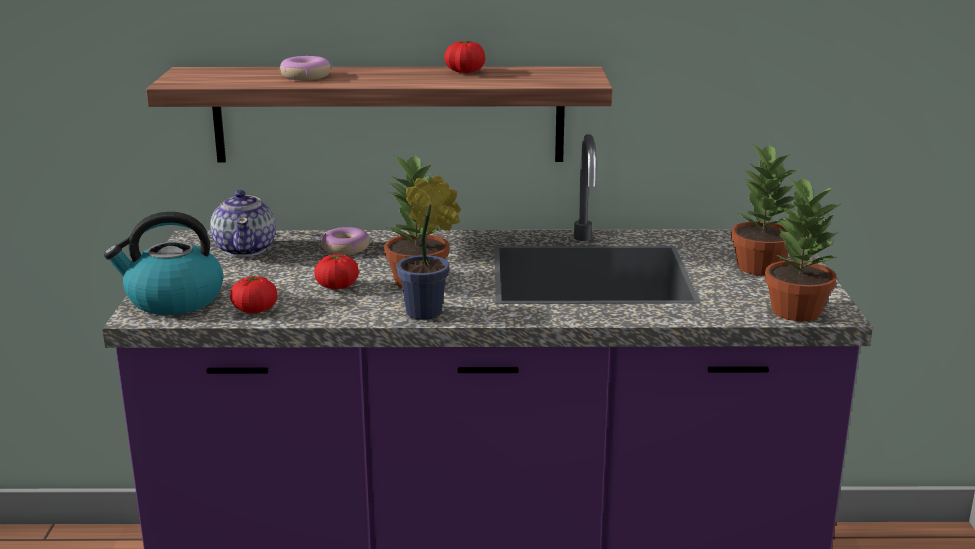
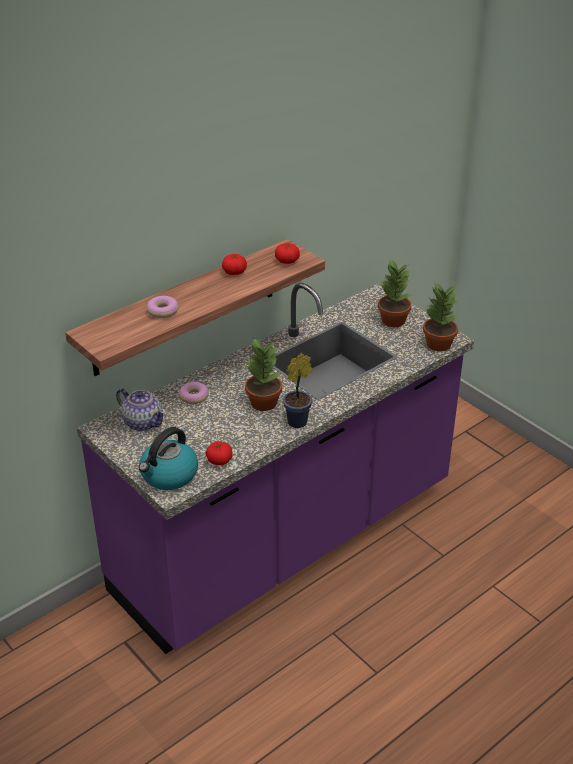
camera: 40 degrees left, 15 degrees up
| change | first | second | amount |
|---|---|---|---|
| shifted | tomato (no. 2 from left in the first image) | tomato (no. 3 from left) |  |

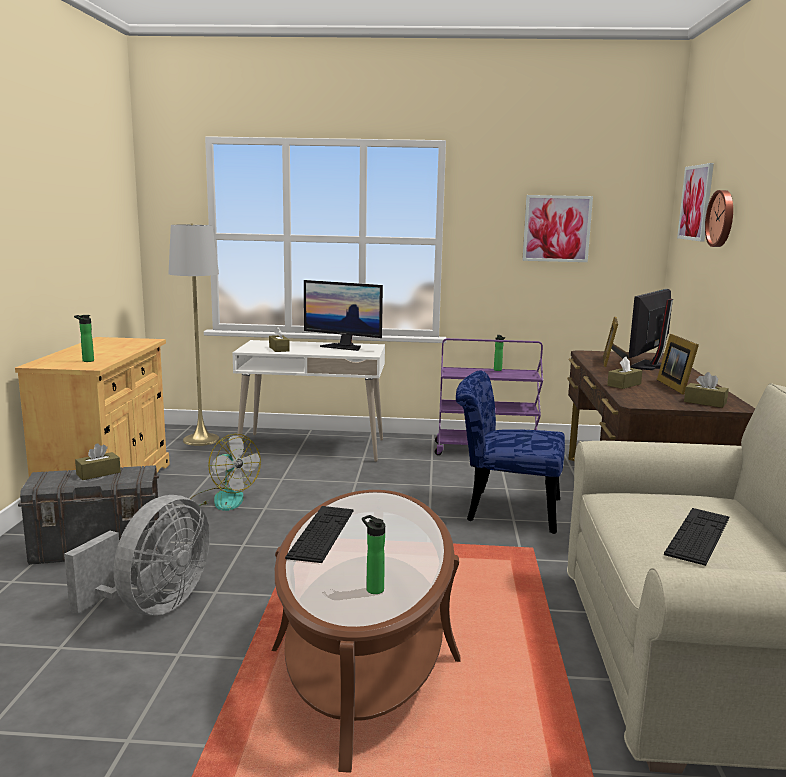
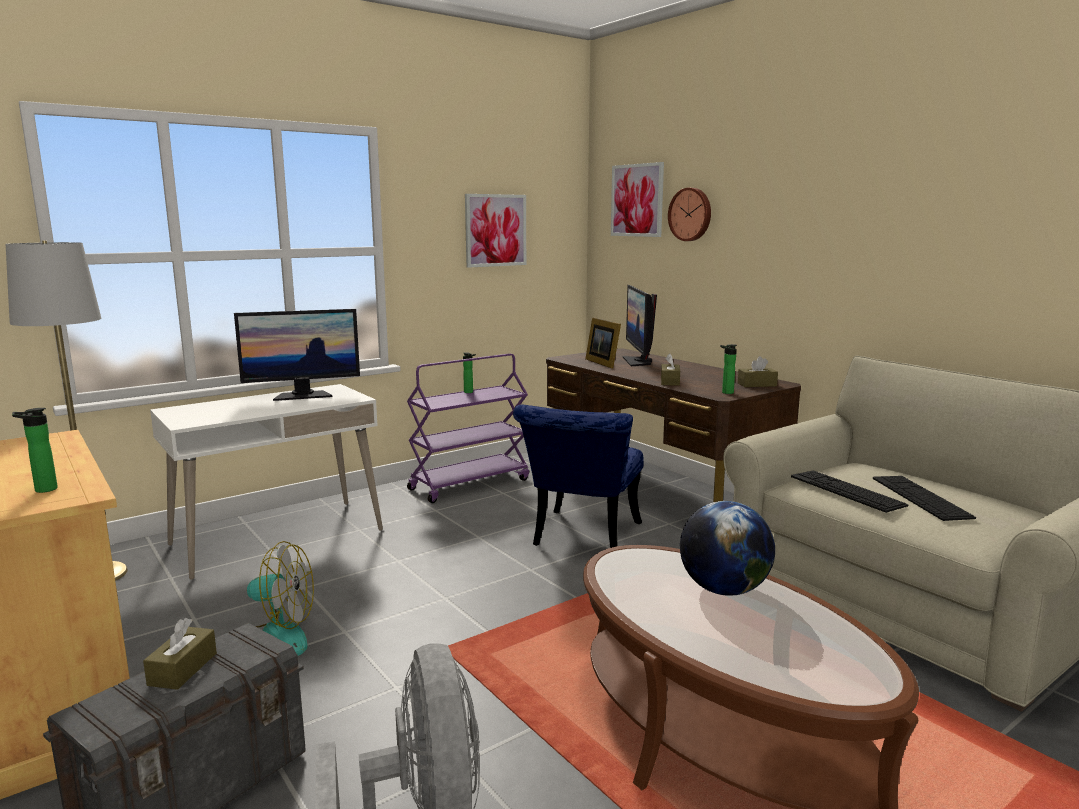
camera: 40 degrees left, 0 degrees up
| change | first | second | amount |
|---|---|---|---|
| gone | brown tissue box (no. 2 from left) |  |  |
| shifted | keyboard (no. 1 from left) |  |  |
| shifted | bottle (no. 2 from left in the first image) | bottle (no. 3 from left) |  |
| rotated | blue chair |  | 45 degrees counterclockwise |
| gone | picture frame (no. 2 from left) |  |  |
| new |  | globe |  |

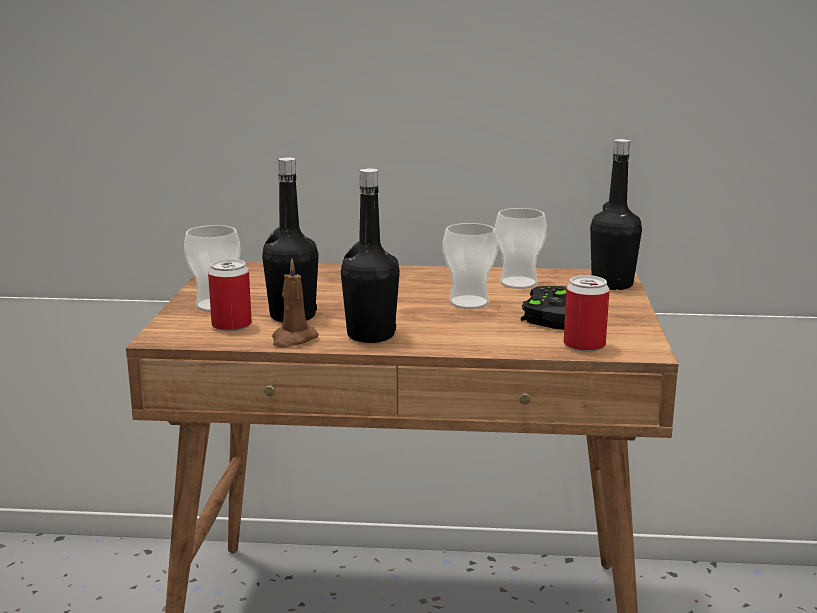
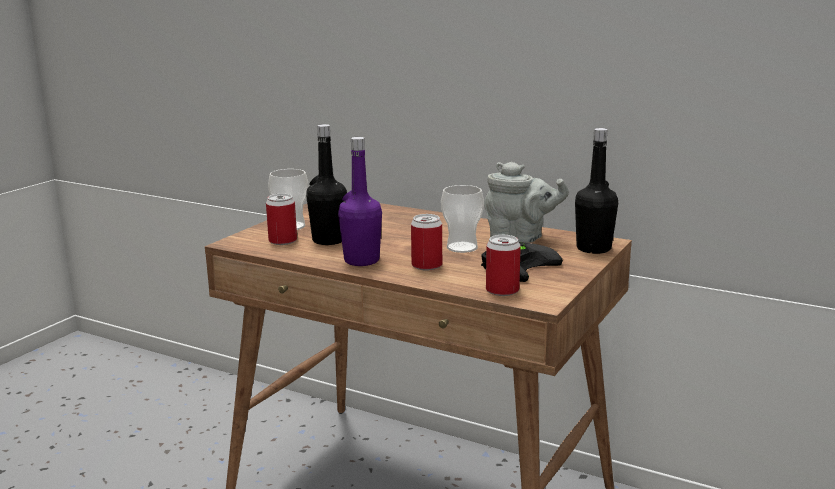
camera: 25 degrees right, 0 degrees up
| change | first | second | amount |
|---|---|---|---|
| gone | brown candle |  |  |
| repainted | black bottle (no. 2 from left) | purple bottle |  |
| swapped | cup (no. 3 from left) | grey teapot |  |
| new |  | can (no. 2 from left) |  |

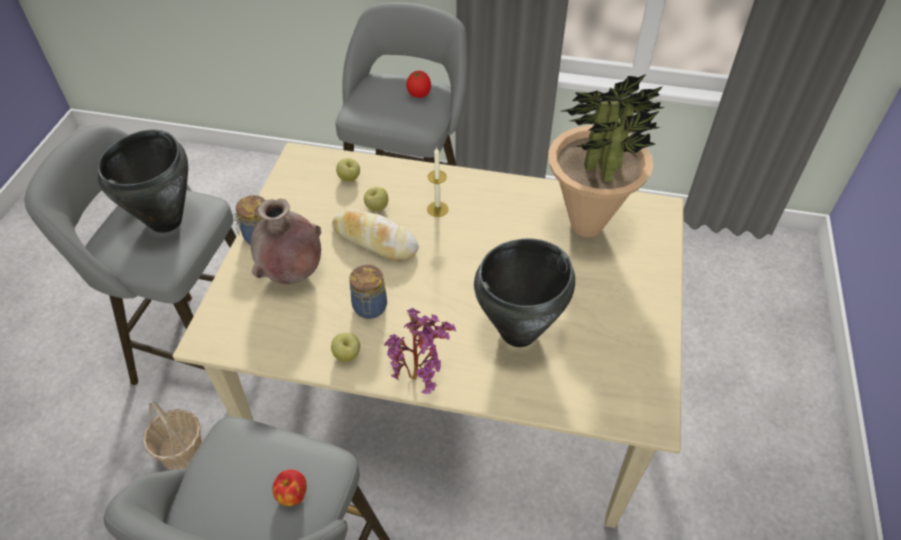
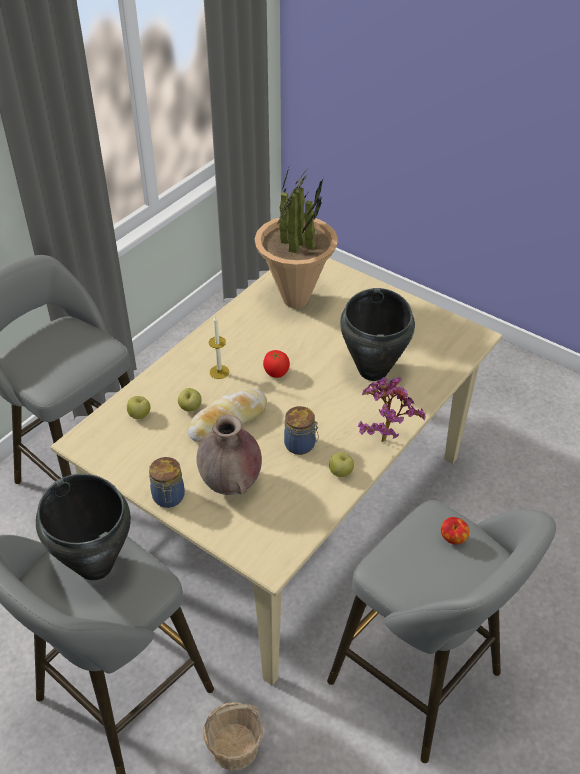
camera: 65 degrees left, 5 degrees down
| change | first | second | amount |
|---|---|---|---|
| shifted | tomato |  |  |

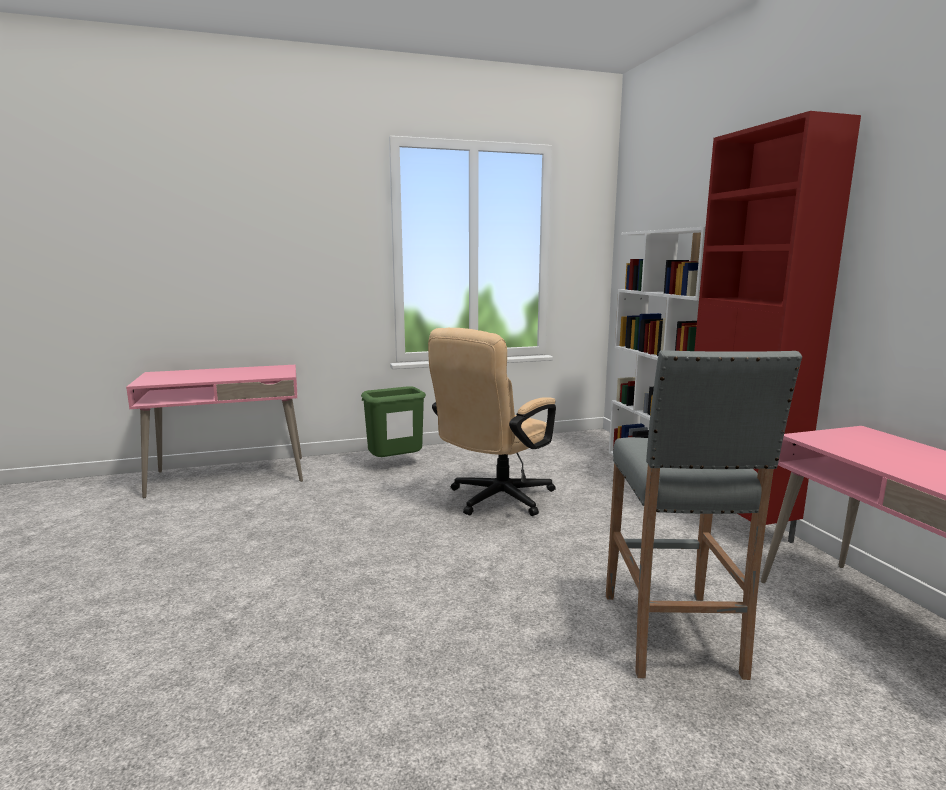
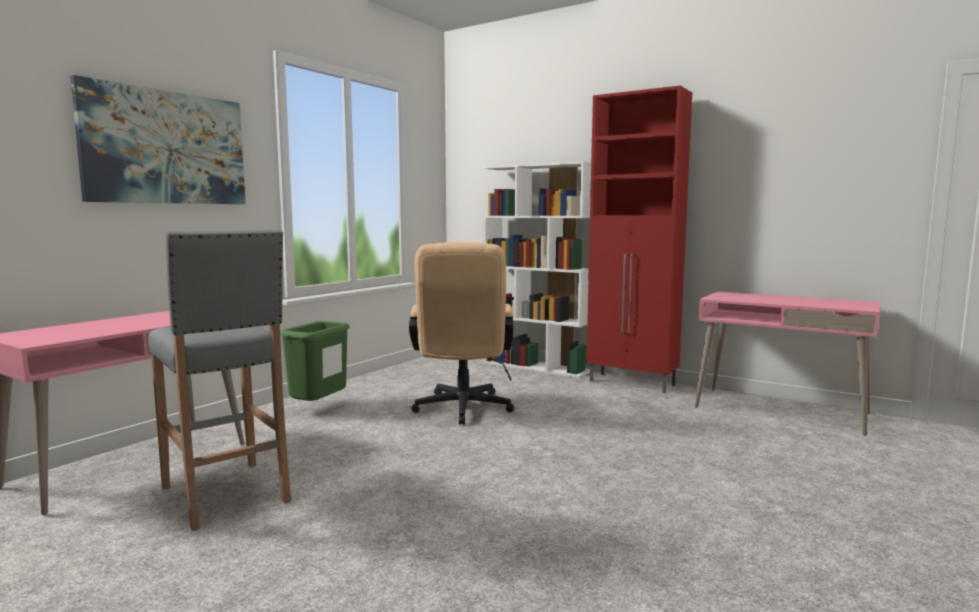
camera: 40 degrees left, 5 degrees down
| change | first | second | amount |
|---|---|---|---|
| shifted | grey stool |  |  |
| new |  | picture |  |

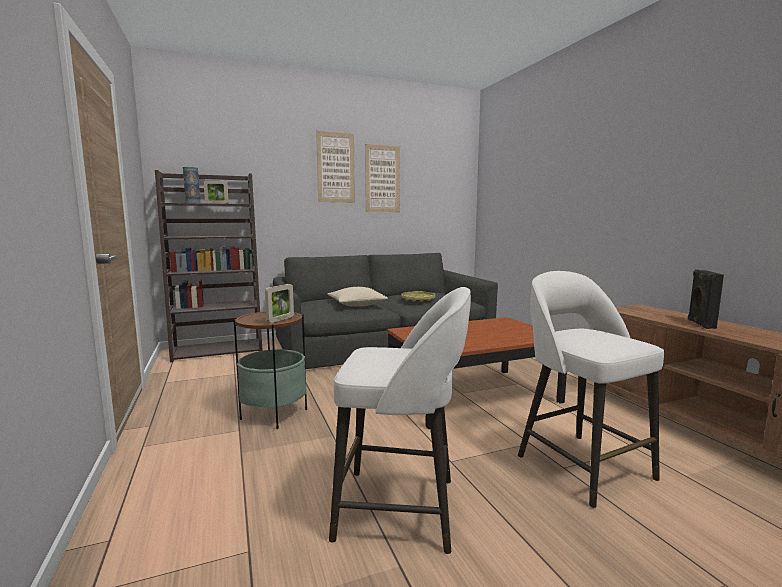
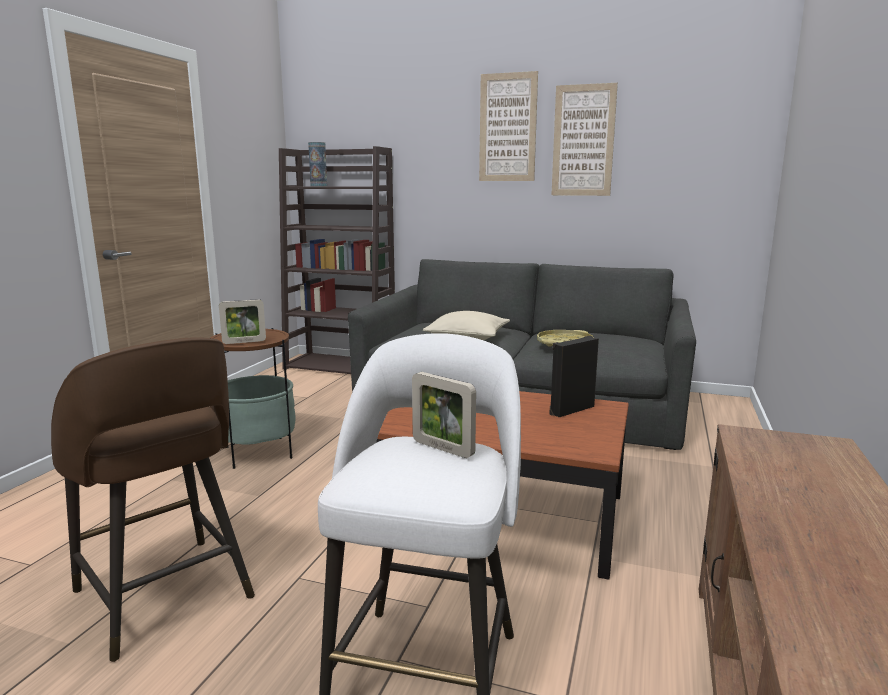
camera: 40 degrees right, 5 degrees up
| change | first | second | amount |
|---|---|---|---|
| shifted | picture frame (no. 1 from left in the first image) | picture frame (no. 2 from left) |  |
| repainted | white stool (no. 1 from left) | brown stool |  |
| shifted | black speaker |  |  |

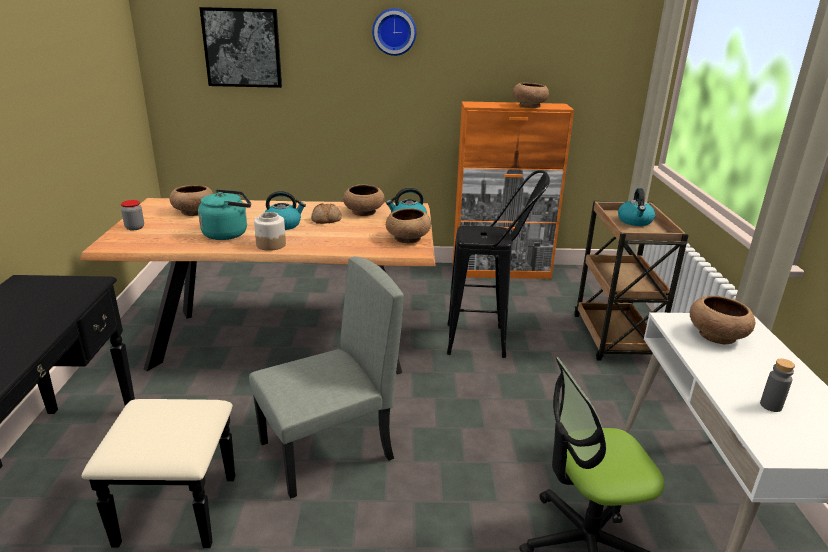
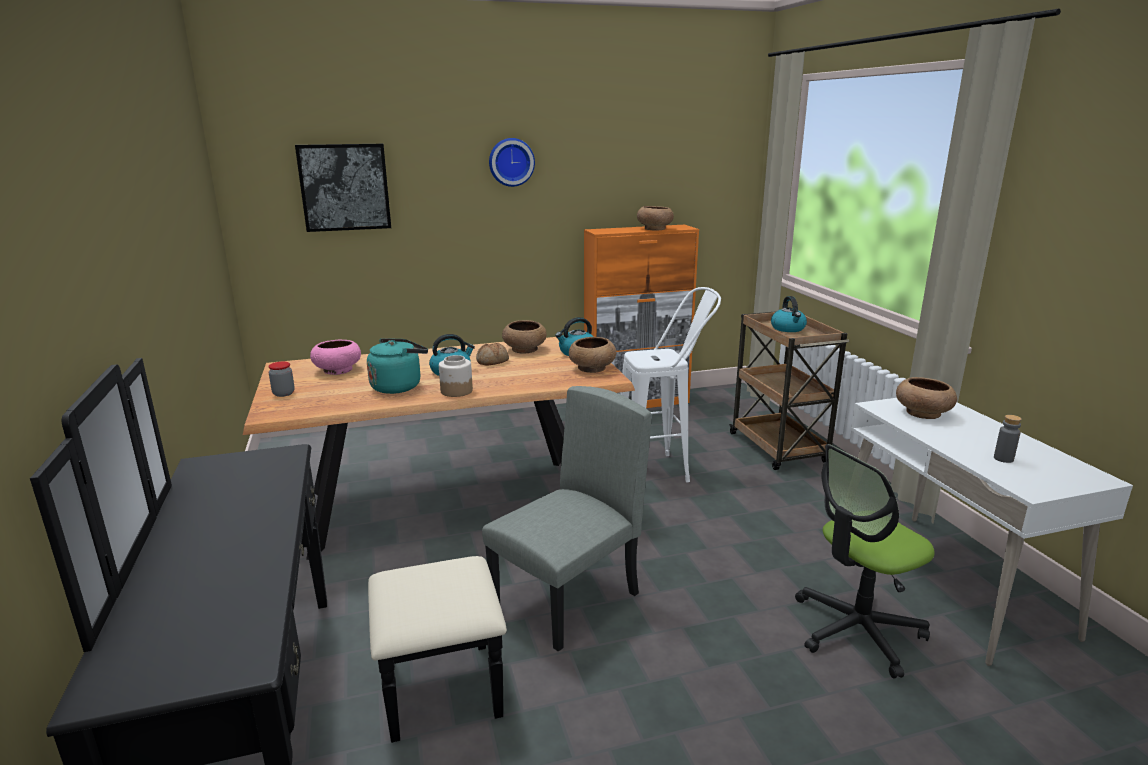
camera: 15 degrees left, 5 degrees down
| change | first | second | amount |
|---|---|---|---|
| repainted | brown bowl (no. 1 from left) | pink bowl |  |
| repainted | black stool | white stool |  |

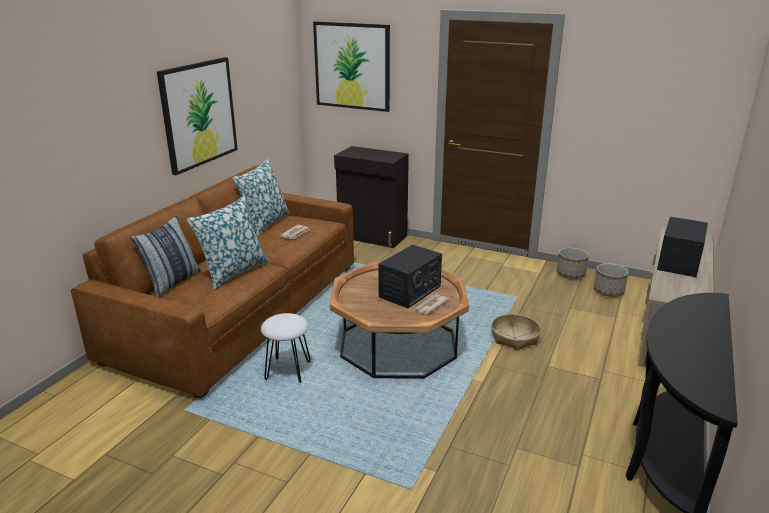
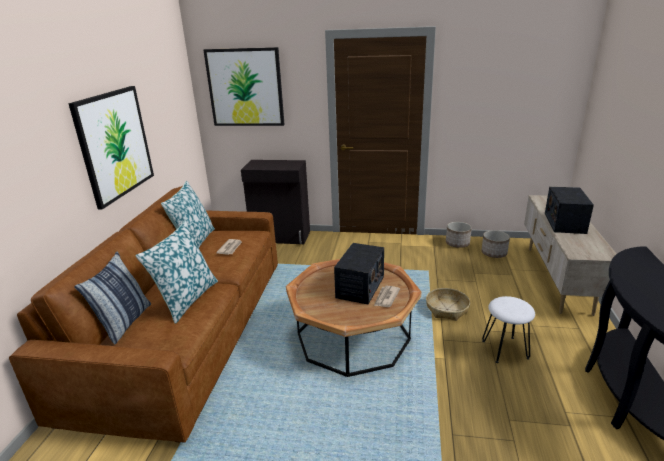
camera: 15 degrees left, 0 degrees up
| change | first | second | amount |
|---|---|---|---|
| shifted | white stool |  |  |

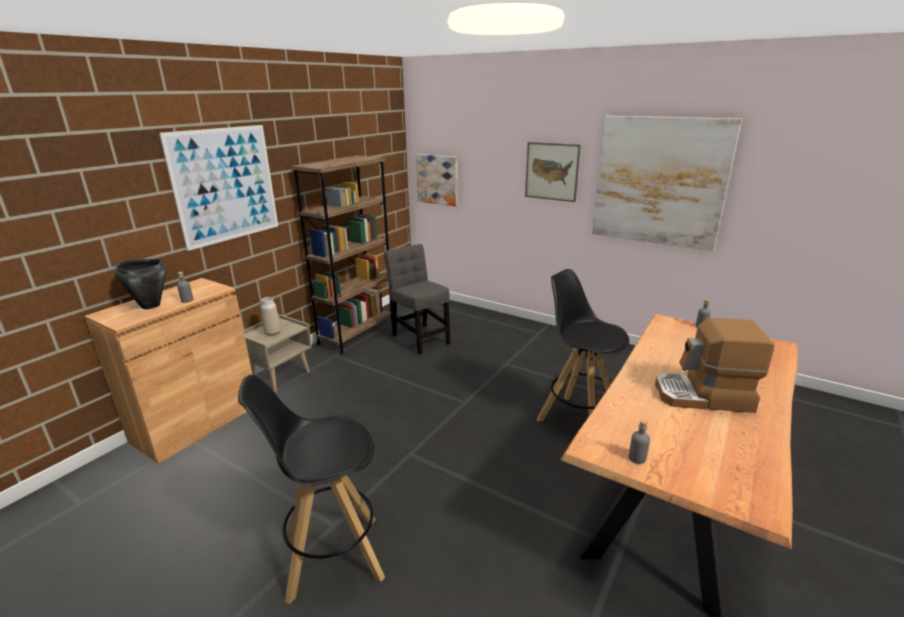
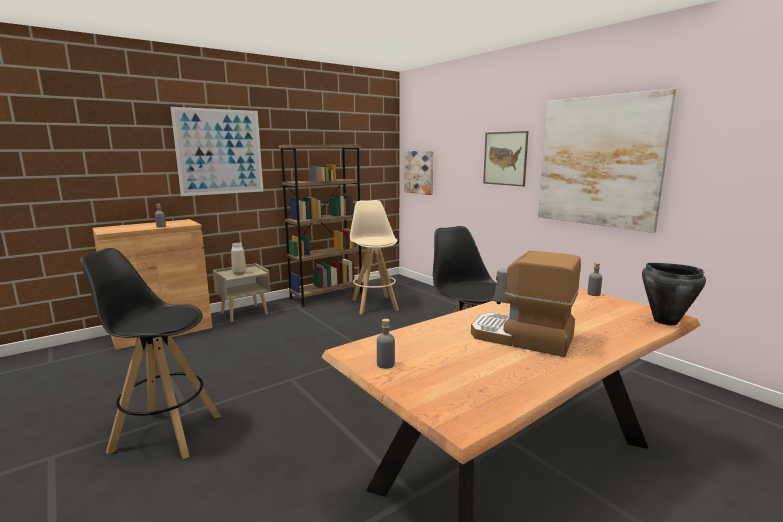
camera: 20 degrees right, 10 degrees down
| change | first | second | amount |
|---|---|---|---|
| shifted | black cooking pot |  |  |
| swapped | grey chair | beige stool |  |

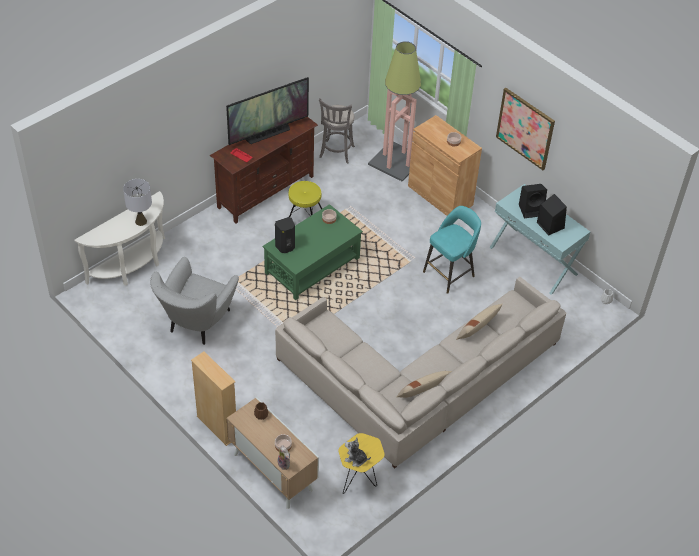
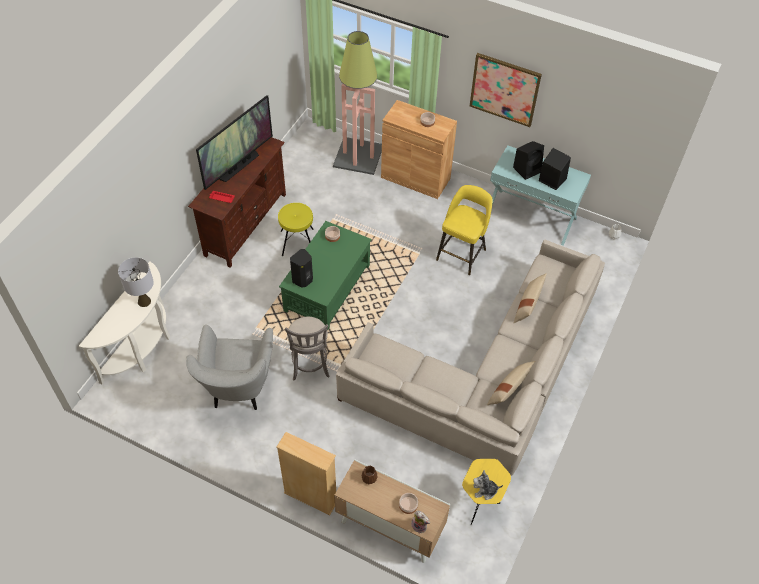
camera: 20 degrees left, 5 degrees up
| change | first | second | amount |
|---|---|---|---|
| shifted | grey stool |  |  |
| repainted | turquoise stool | yellow stool (no. 2 from left) |  |

